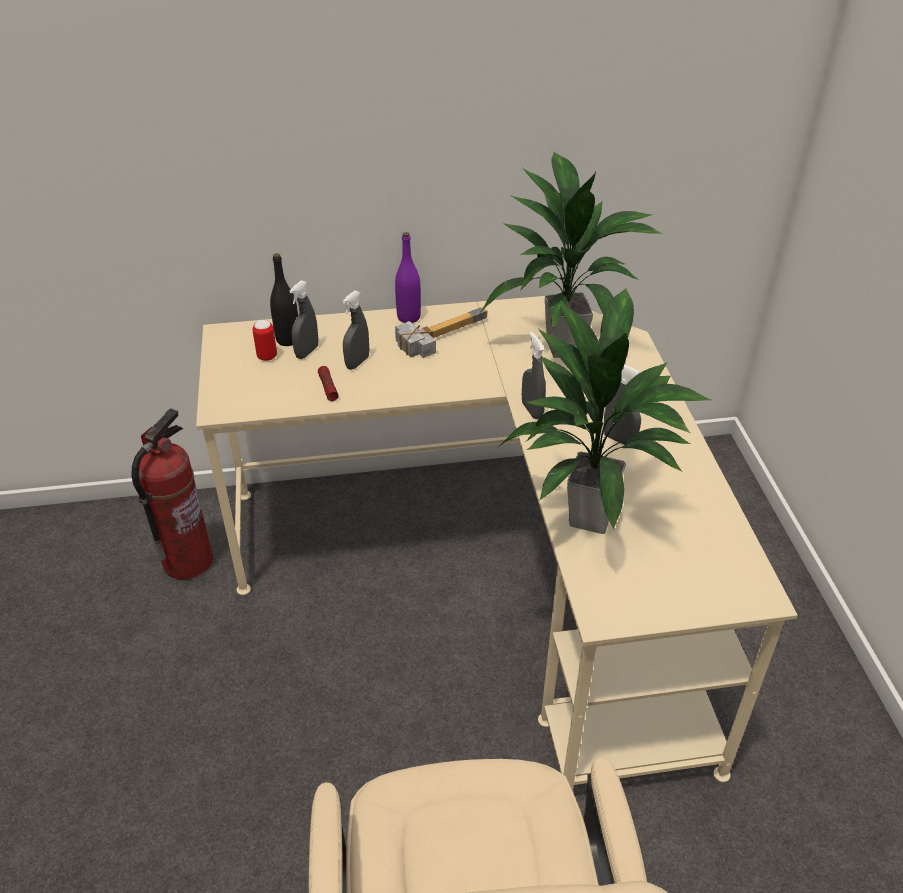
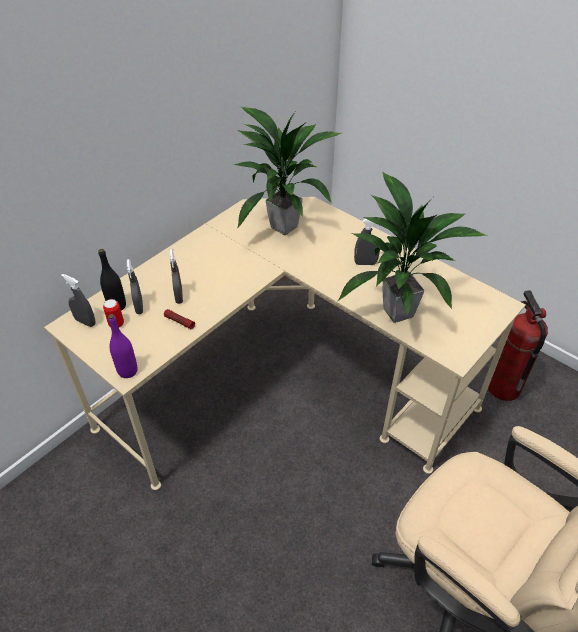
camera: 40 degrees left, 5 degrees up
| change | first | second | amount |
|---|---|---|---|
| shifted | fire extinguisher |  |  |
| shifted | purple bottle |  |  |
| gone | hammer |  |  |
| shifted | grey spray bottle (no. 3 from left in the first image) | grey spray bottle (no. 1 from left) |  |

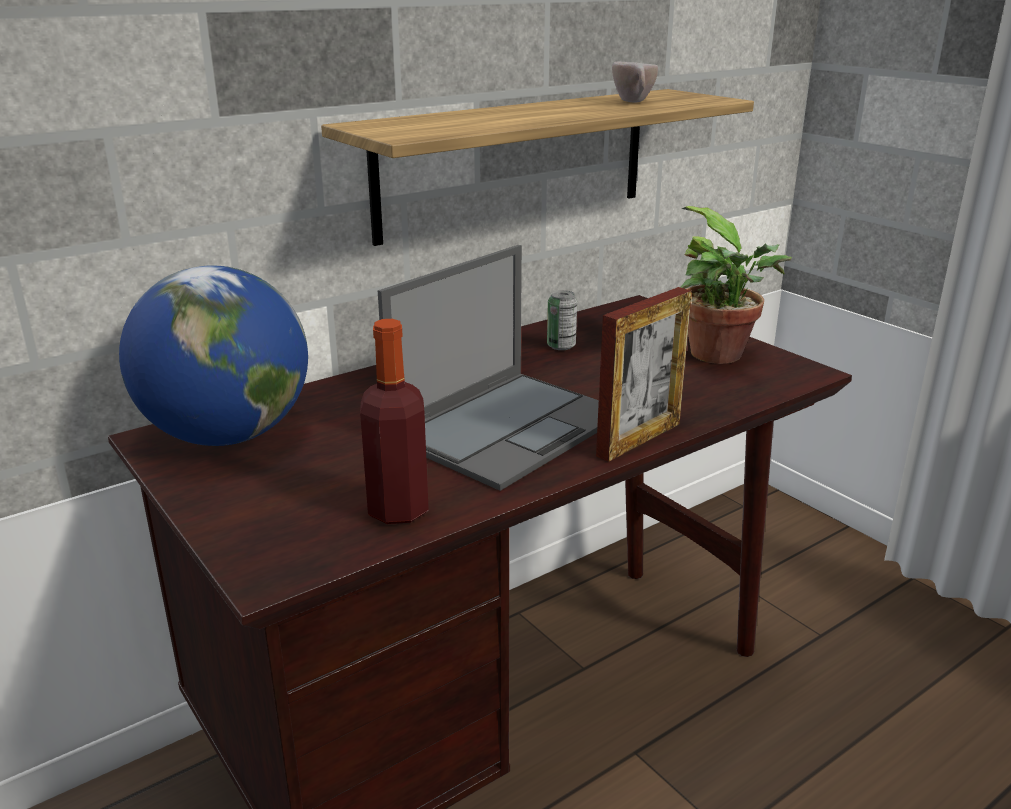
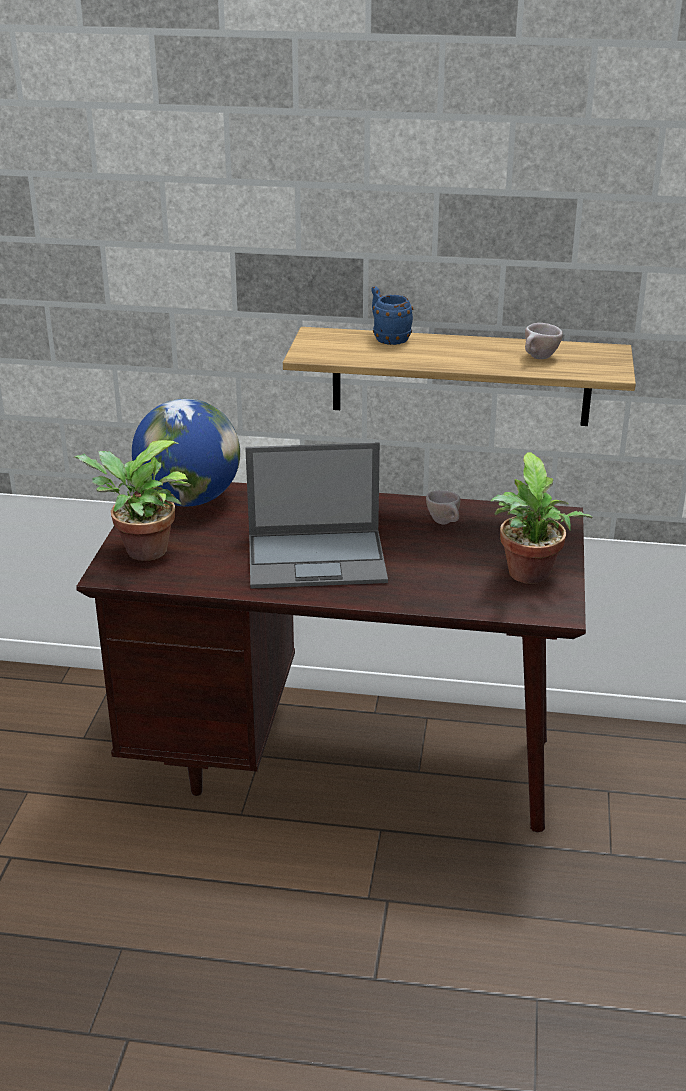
camera: 45 degrees right, 5 degrees up
| change | first | second | amount |
|---|---|---|---|
| gone | bottle |  |  |
| swapped | can | beige cup (no. 1 from left) |  |
| gone | picture frame |  |  |
| new |  | potted plant (no. 1 from left) |  |
| new |  | blue mug |  |

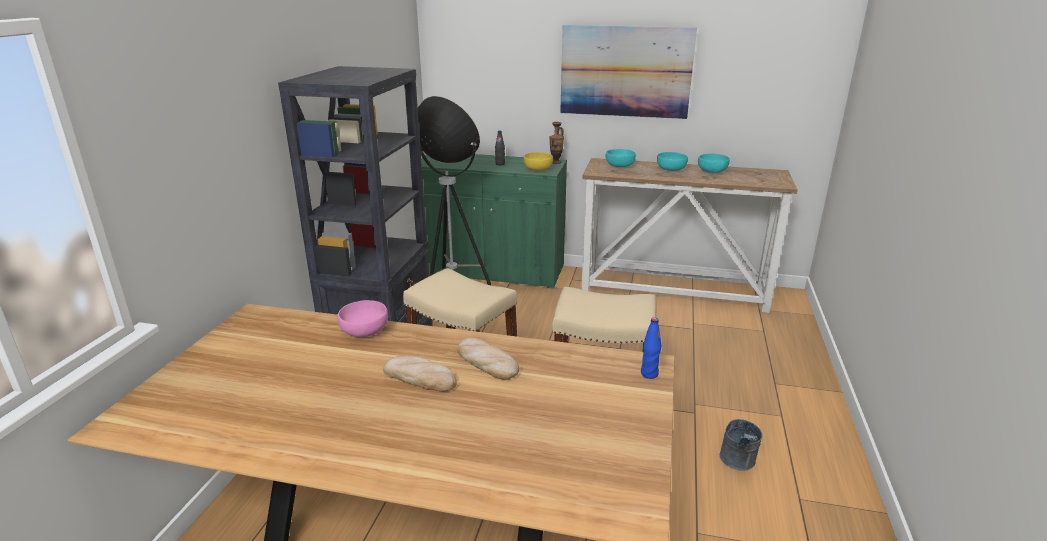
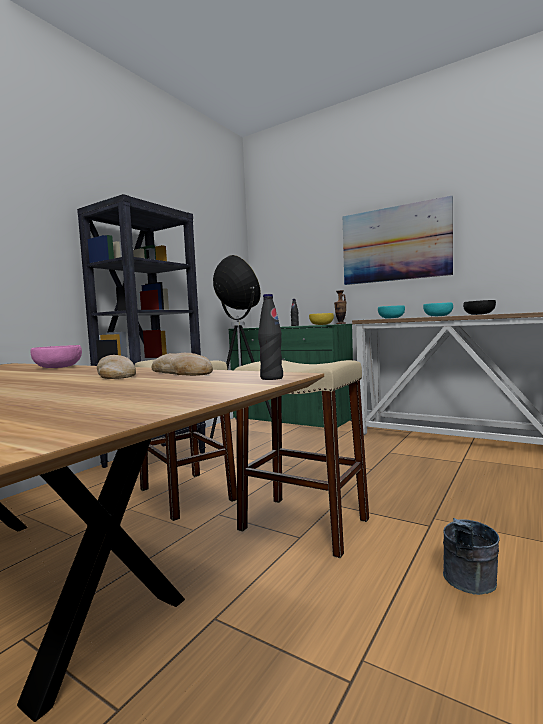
camera: 20 degrees right, 20 degrees down
| change | first | second | amount |
|---|---|---|---|
| shifted | bread (no. 1 from left in the first image) | bread (no. 2 from left) |  |
| repainted | blue bottle | black bottle (no. 1 from left) |  |
| repainted | turquoise bowl (no. 3 from left) | black bowl |  |

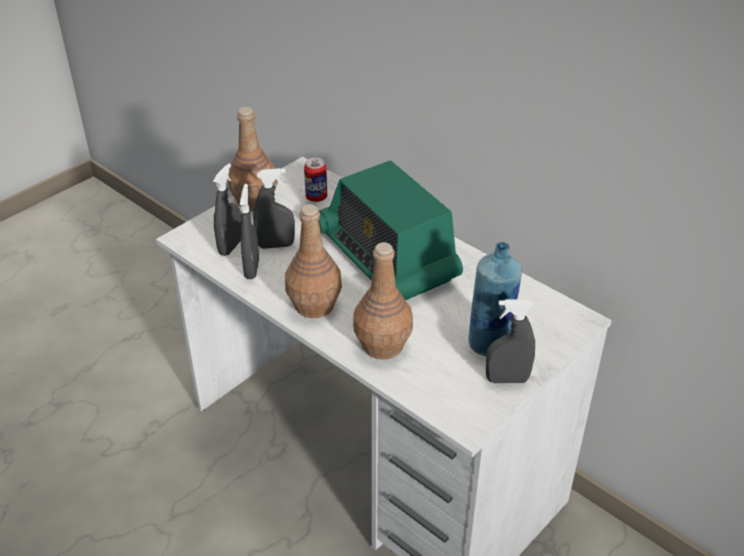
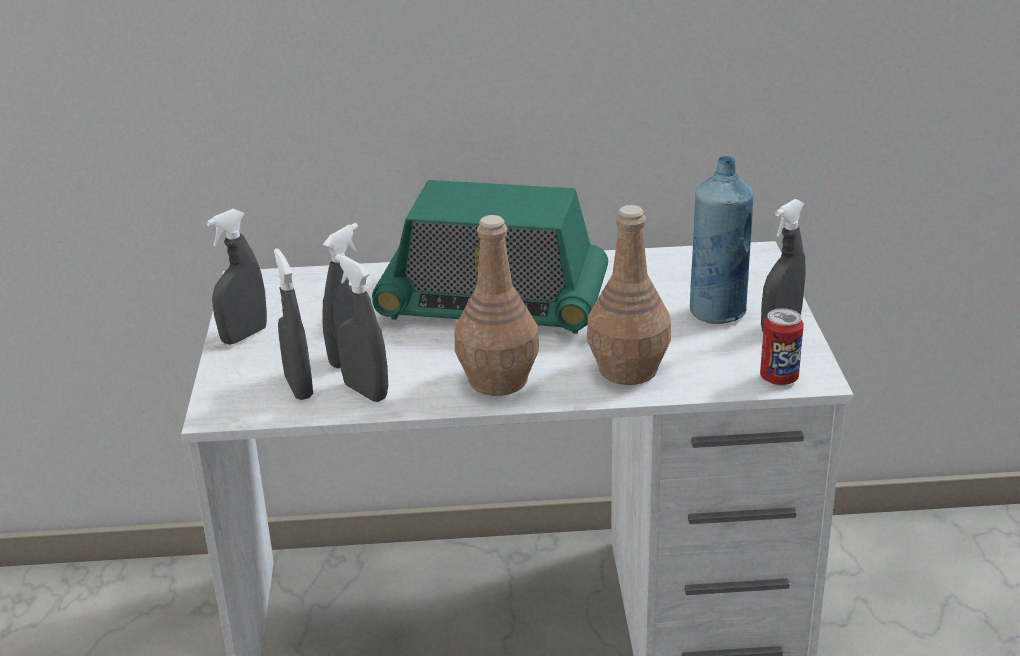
camera: 45 degrees left, 10 degrees down
| change | first | second | amount |
|---|---|---|---|
| swapped | brown bottle (no. 1 from left) | grey spray bottle (no. 1 from left) |  |
| shifted | can |  |  |

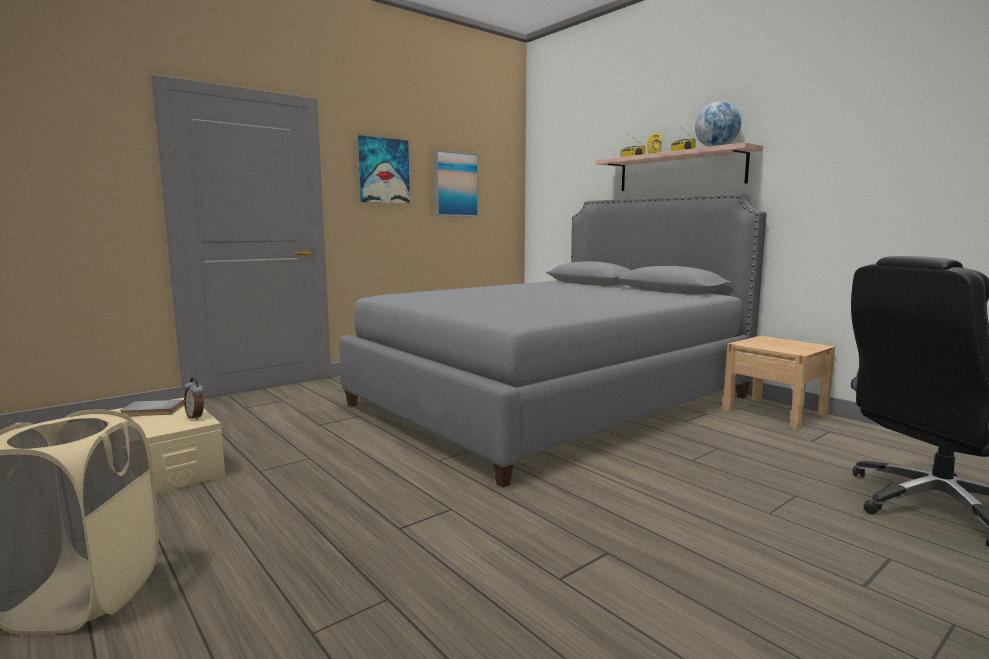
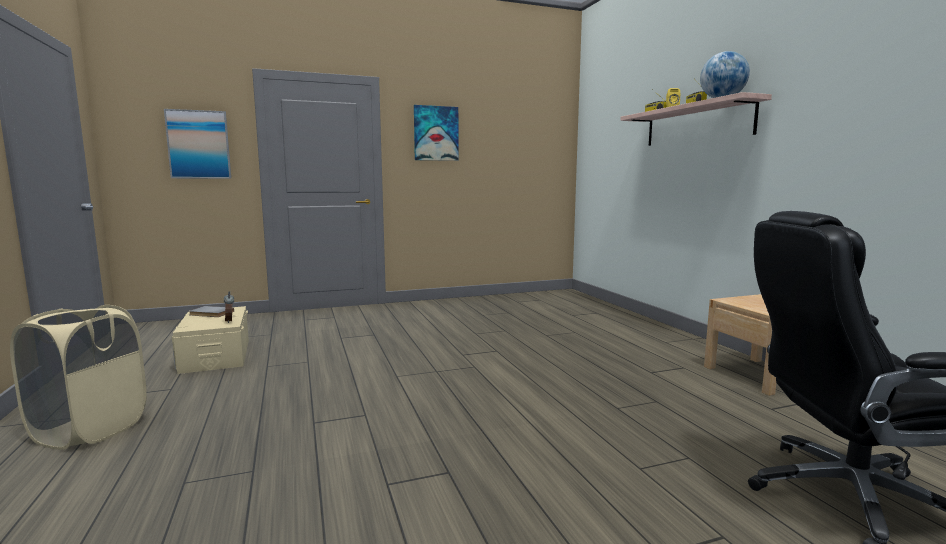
camera: 20 degrees right, 0 degrees up
| change | first | second | amount |
|---|---|---|---|
| gone | grey bed |  |  |
| shifted | picture (no. 2 from left in the first image) | picture (no. 1 from left) |  |

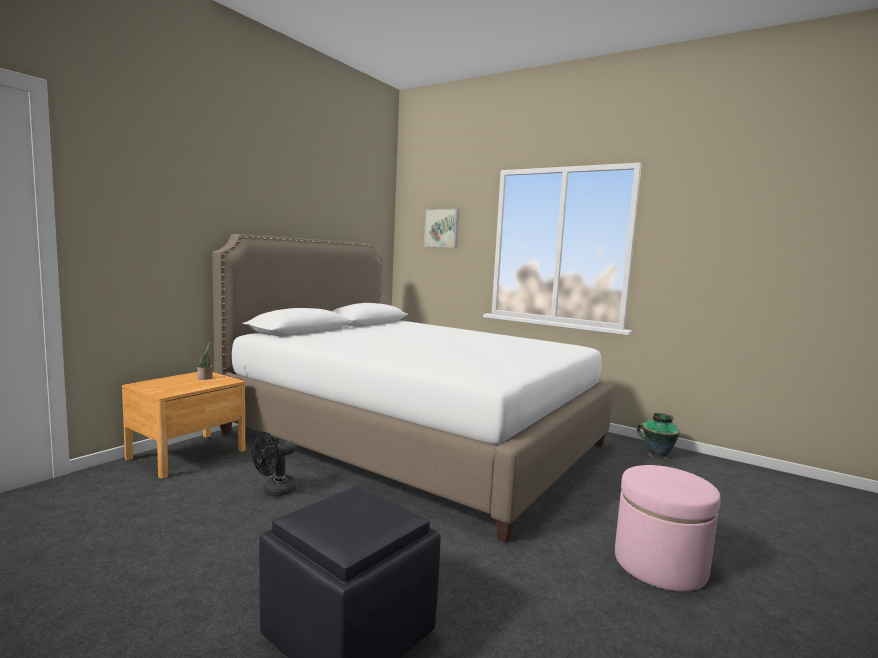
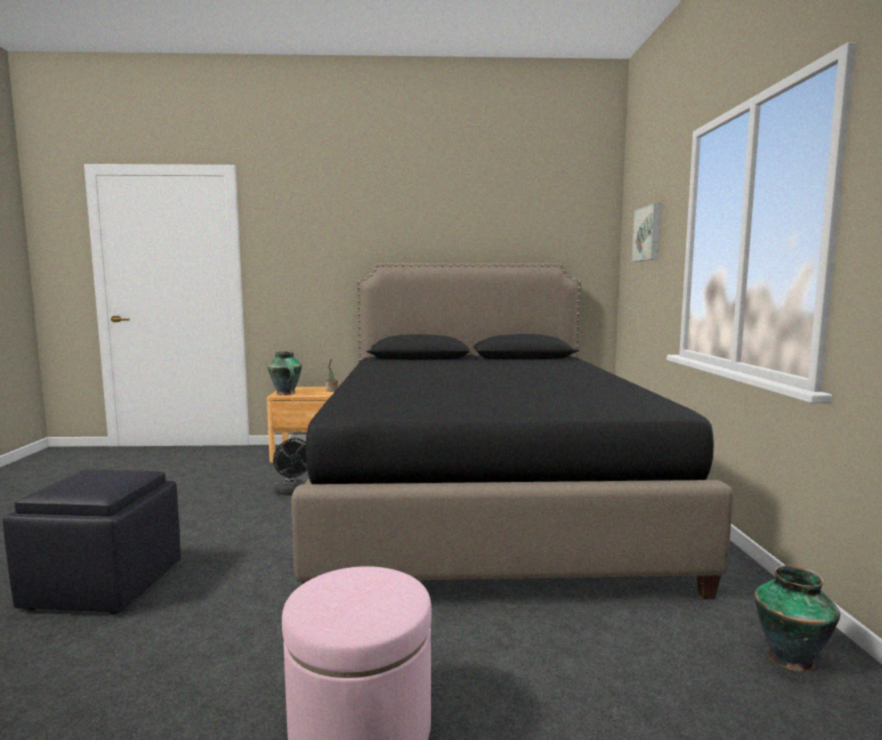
camera: 55 degrees right, 0 degrees up
| change | first | second | amount |
|---|---|---|---|
| repainted | white bed | black bed |  |
| rotated | black fan |  | 135 degrees counterclockwise |
| new |  | vase (no. 1 from left) |  |

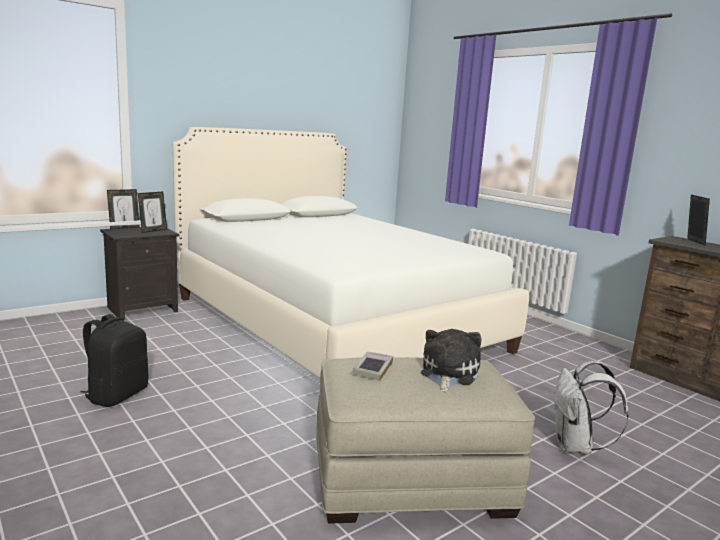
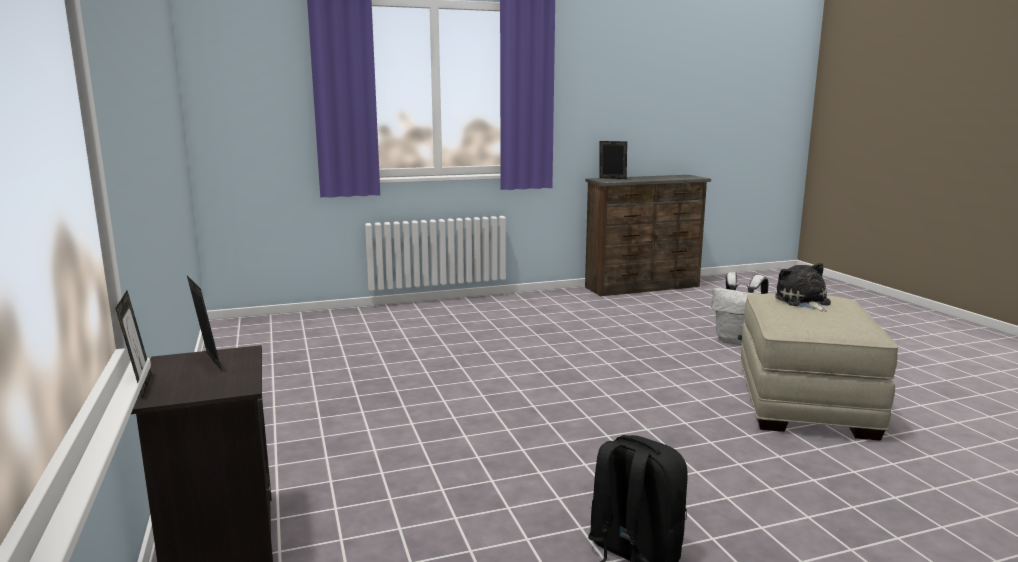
camera: 70 degrees left, 0 degrees up
| change | first | second | amount |
|---|---|---|---|
| gone | white bed |  |  |
| gone | book |  |  |
| rotated | plush toy |  | 45 degrees clockwise |

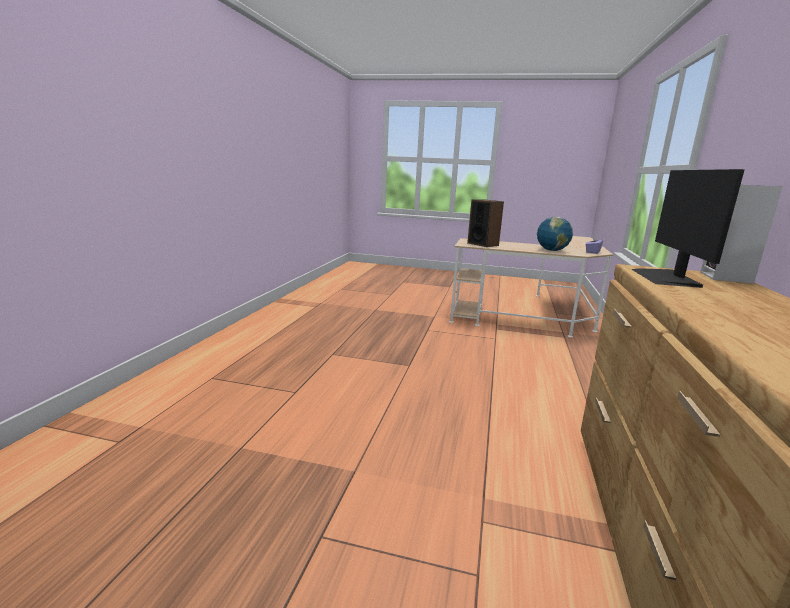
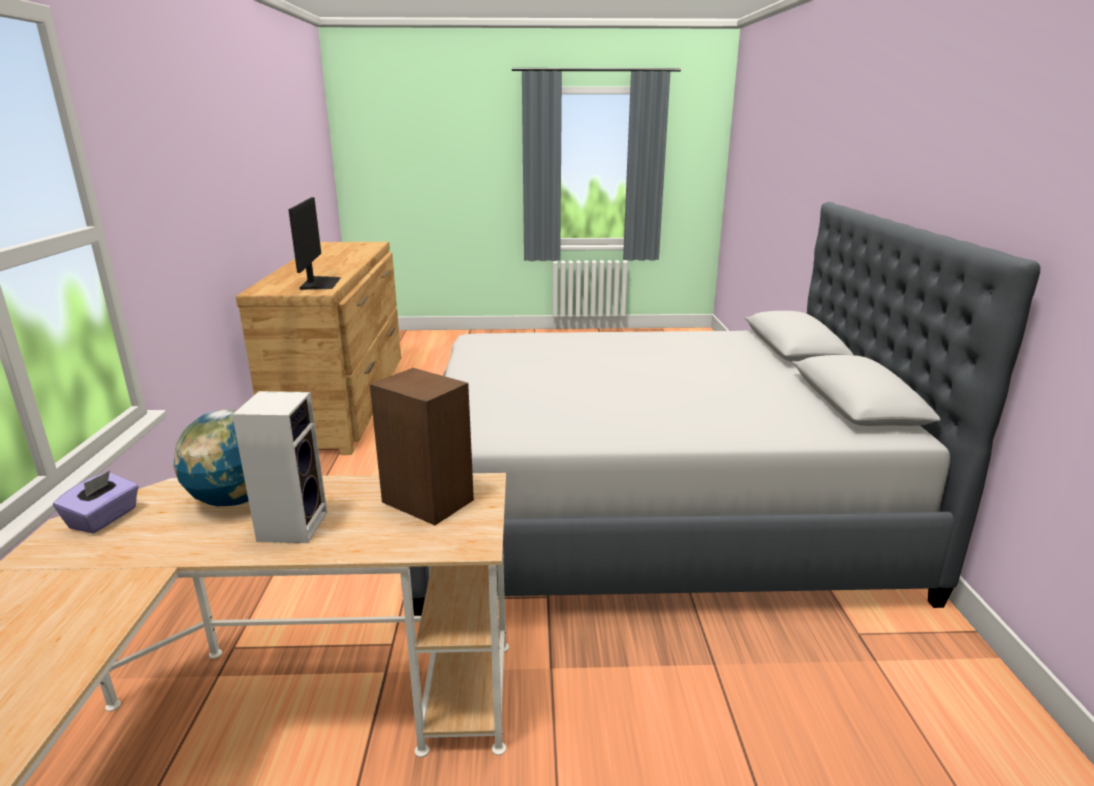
camera: 165 degrees right, 5 degrees up
| change | first | second | amount |
|---|---|---|---|
| shifted | speaker (no. 2 from left in the first image) | speaker (no. 1 from left) |  |
| new |  | grey bed |  |

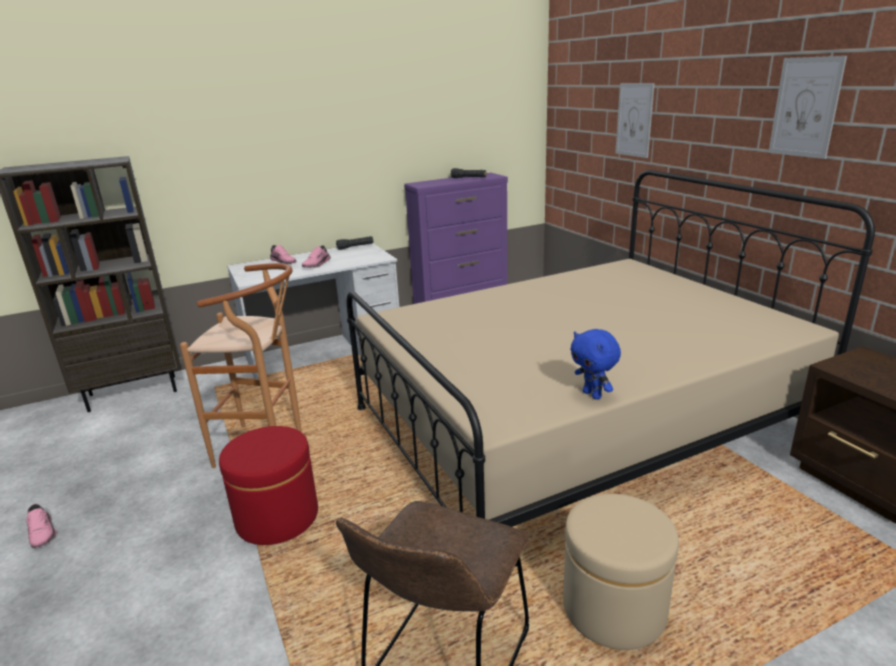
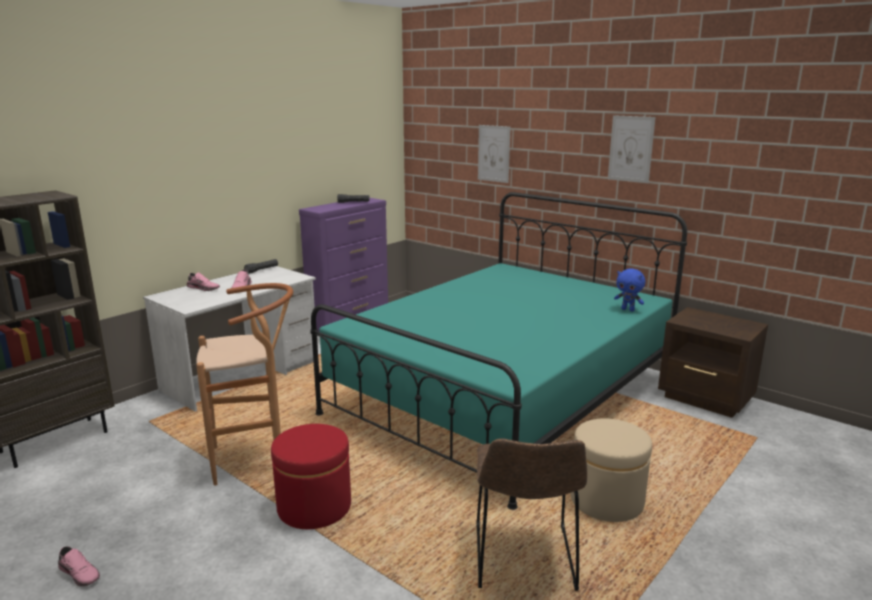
camera: 25 degrees left, 5 degrees down
| change | first | second | amount |
|---|---|---|---|
| repainted | beige bed | turquoise bed |  |
| shifted | blue plush toy |  |  |

